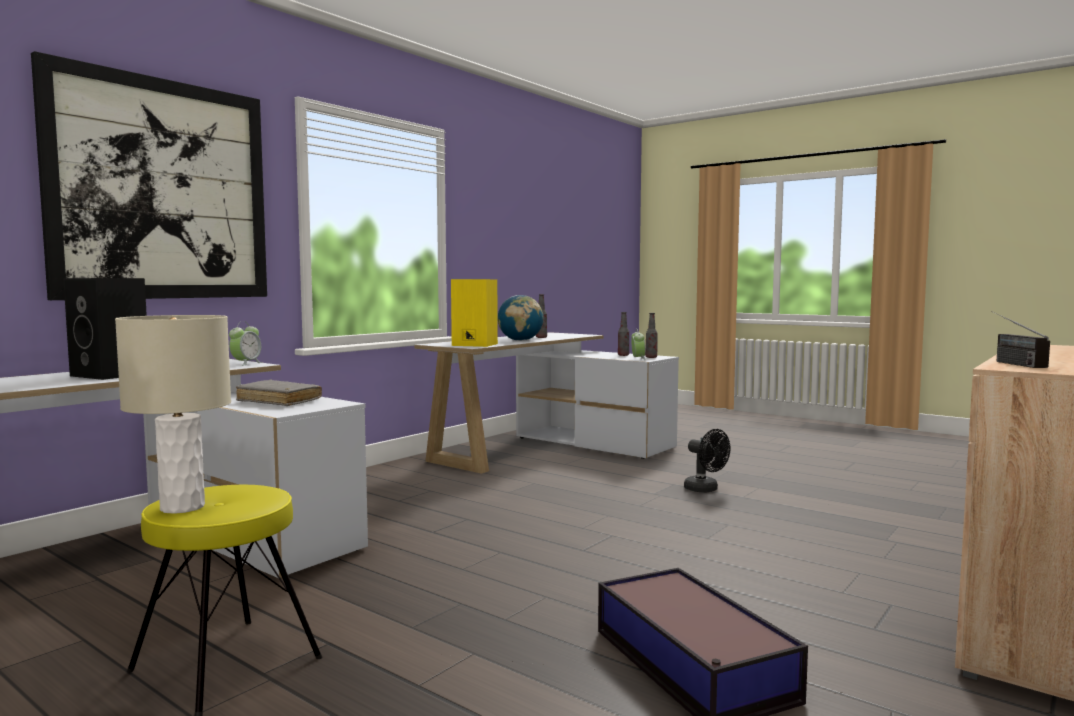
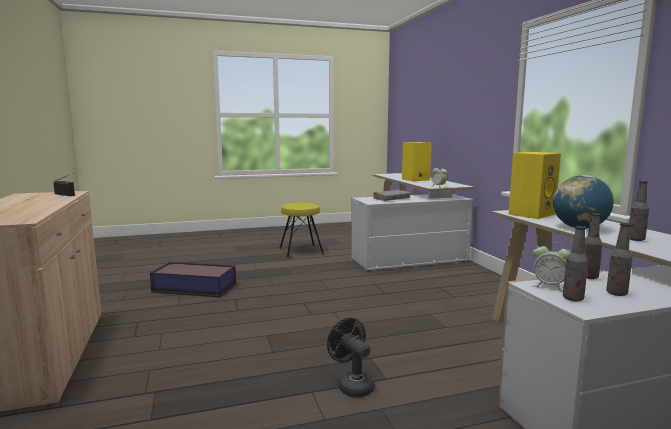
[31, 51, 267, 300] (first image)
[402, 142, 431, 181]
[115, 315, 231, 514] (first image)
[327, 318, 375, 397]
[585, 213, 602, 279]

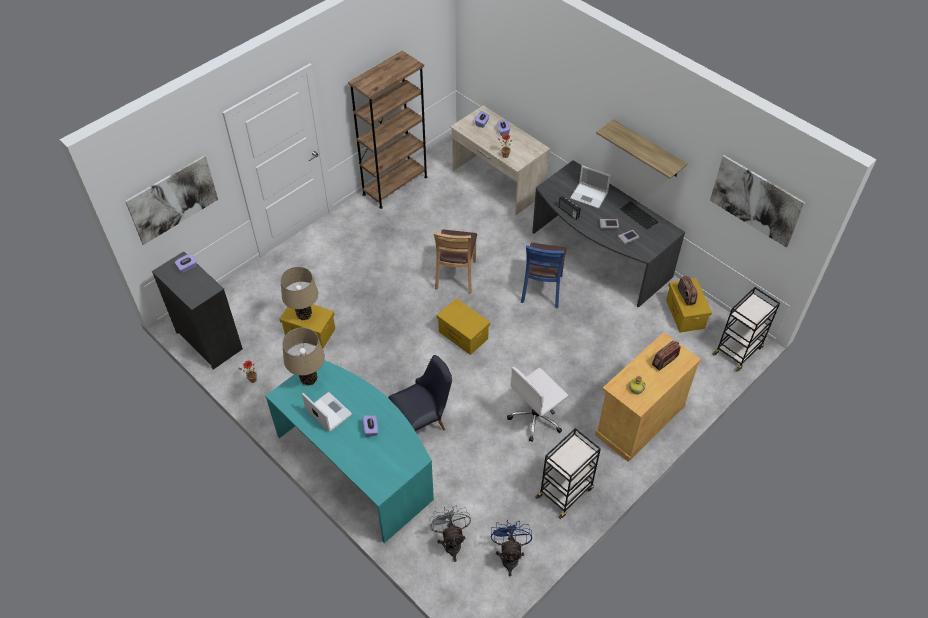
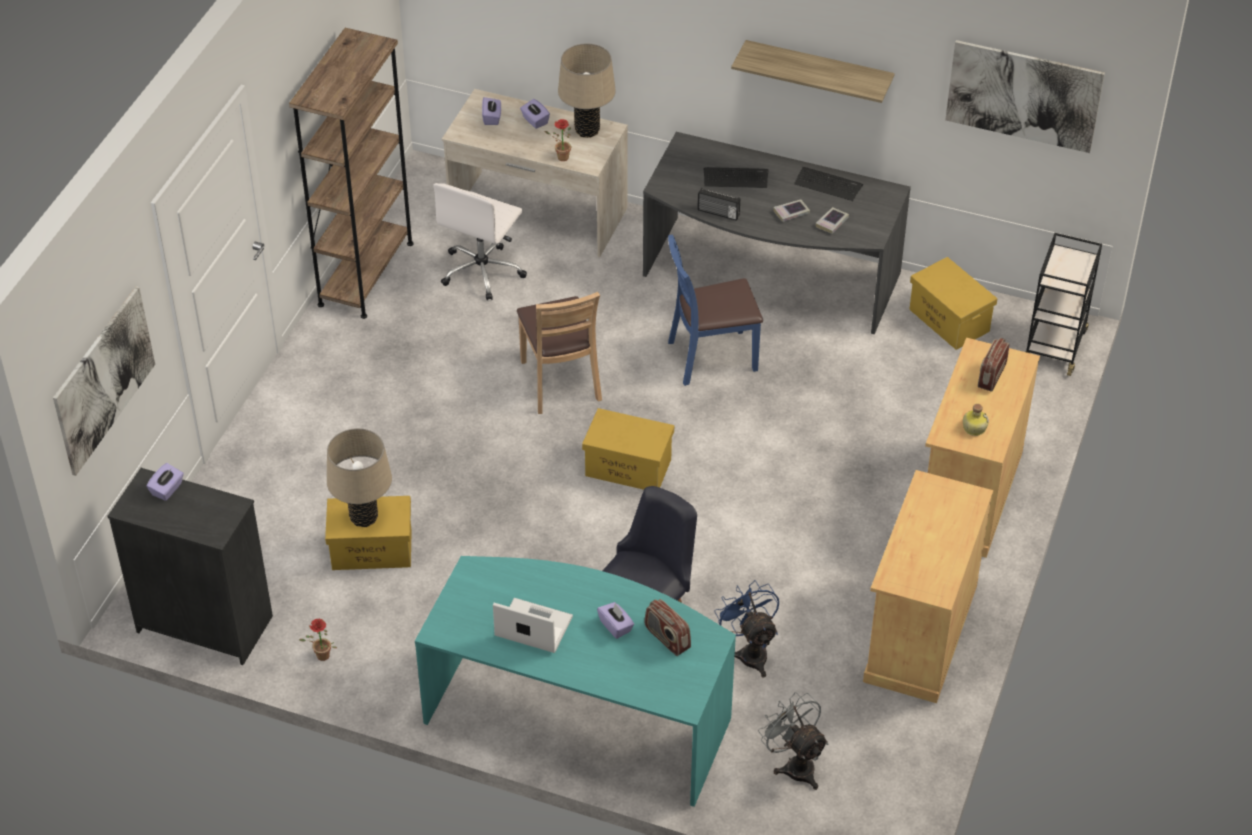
[704, 167, 768, 188]
[668, 234, 763, 386]
[645, 599, 691, 656]
[558, 43, 616, 138]
[433, 183, 527, 300]
[863, 470, 993, 703]
[714, 580, 779, 678]

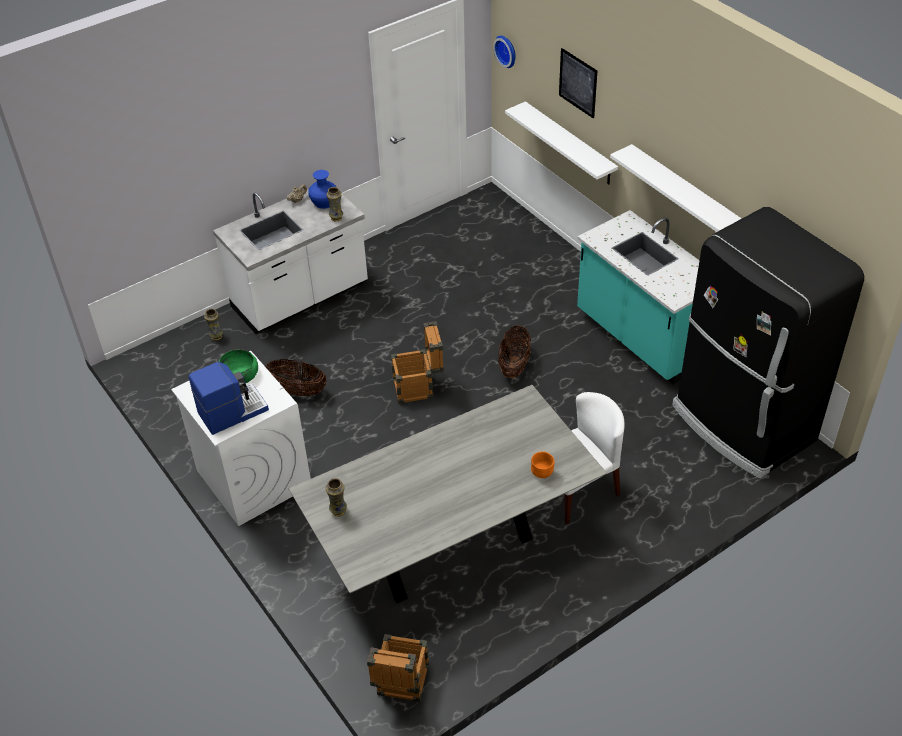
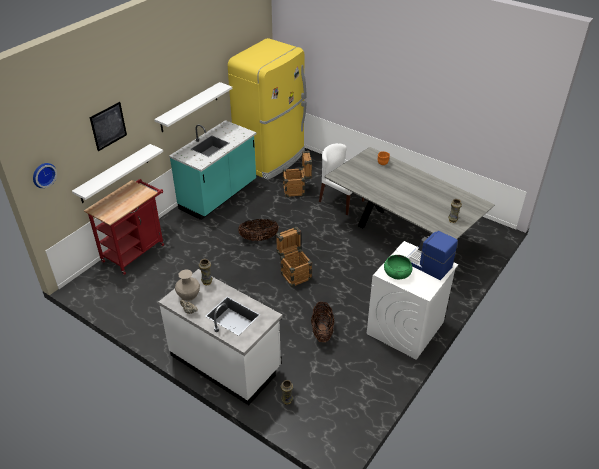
[175, 270, 200, 301]
[228, 38, 307, 180]
[282, 151, 312, 197]
[84, 179, 164, 275]

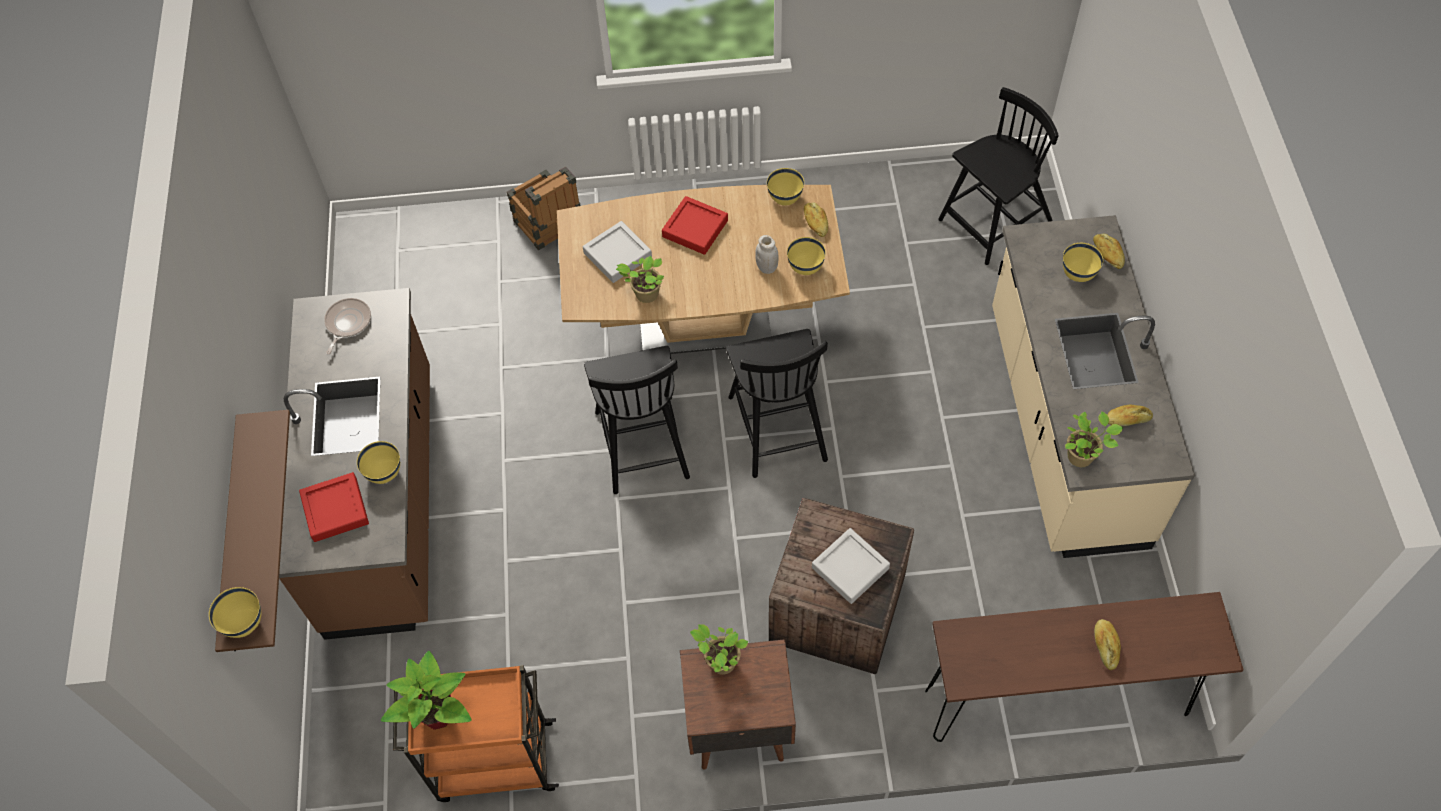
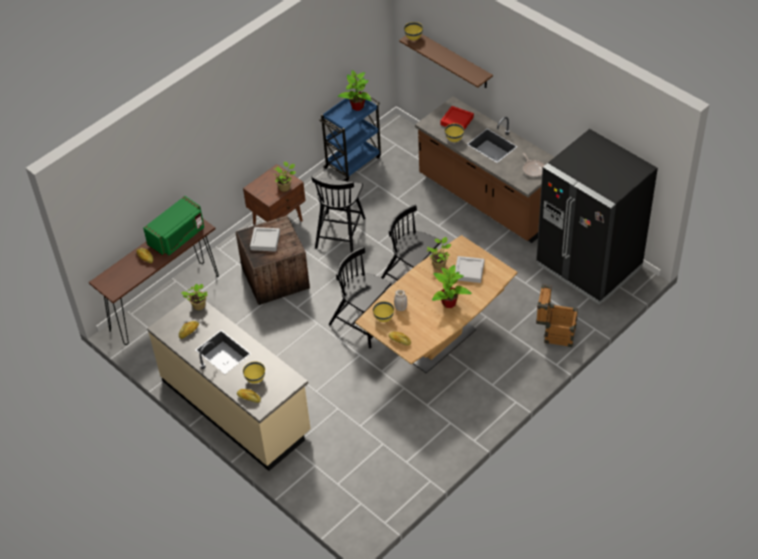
[311, 176, 366, 252]
[767, 168, 804, 206] (first image)
[432, 265, 472, 308]
[319, 90, 381, 181]
[536, 129, 658, 305]
[143, 196, 204, 256]

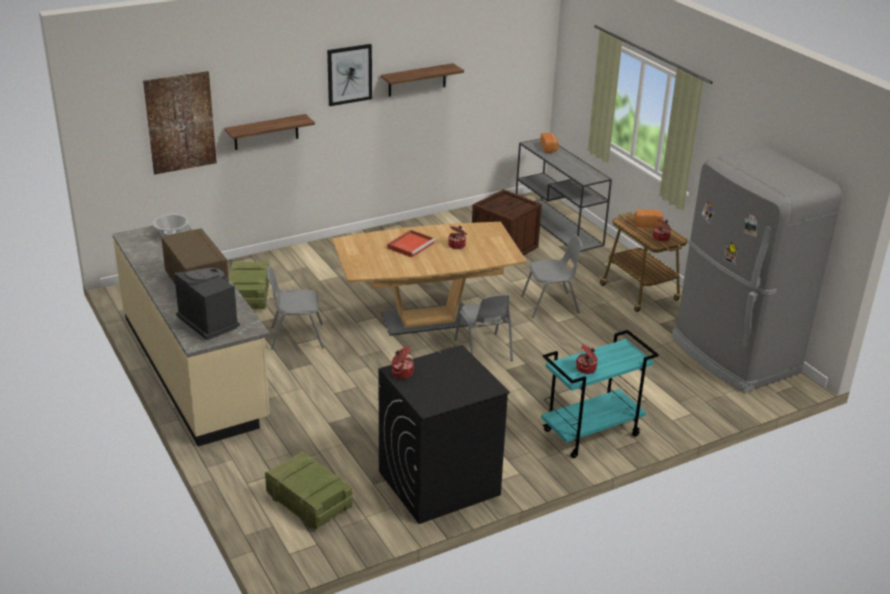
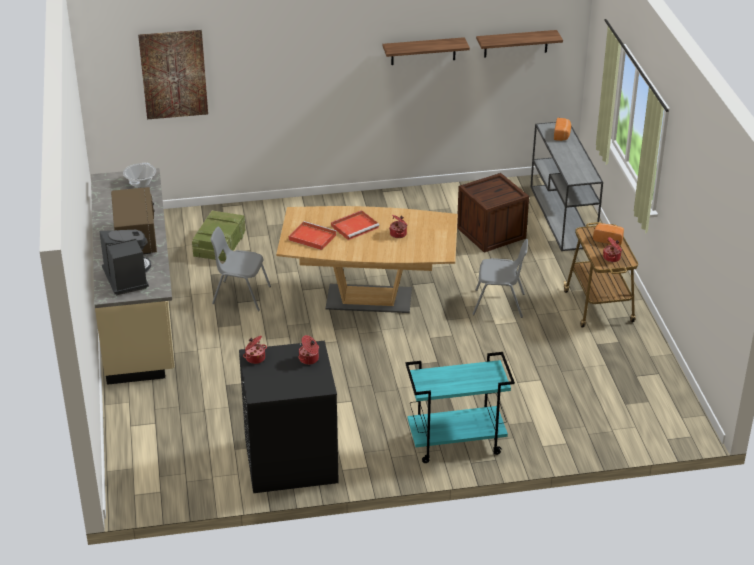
[327, 44, 372, 106] (first image)
[476, 30, 563, 58]
[671, 146, 842, 393] (first image)
[454, 294, 513, 361] (first image)
[298, 335, 319, 365]
[265, 452, 352, 530] (first image)
[289, 221, 337, 250]

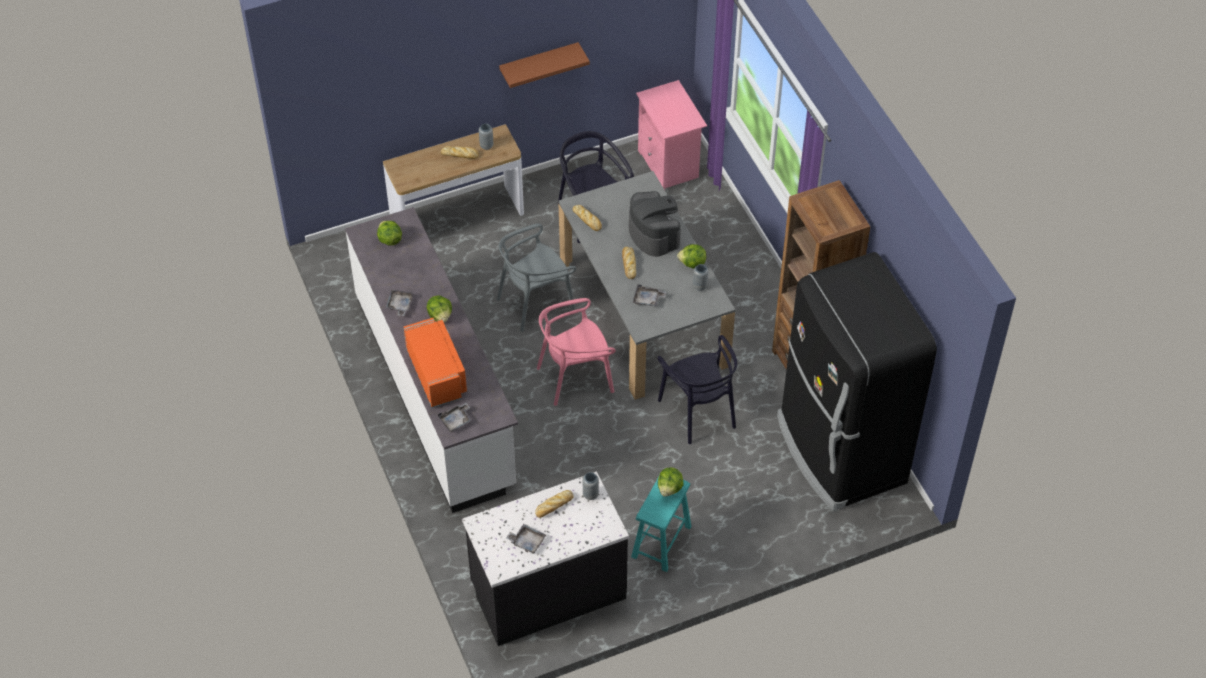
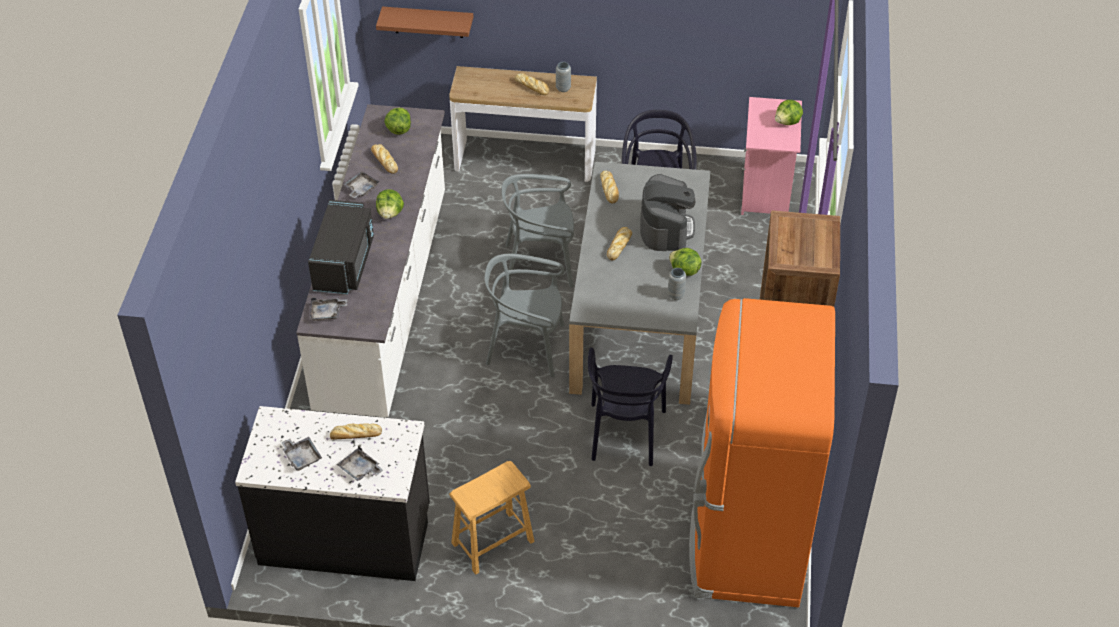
[376, 7, 473, 38]
[689, 298, 835, 607]
[337, 446, 383, 481]
[484, 254, 564, 378]
[308, 200, 374, 294]
[775, 100, 803, 125]
[583, 472, 599, 500] (first image)
[449, 461, 534, 574]
[371, 144, 398, 174]

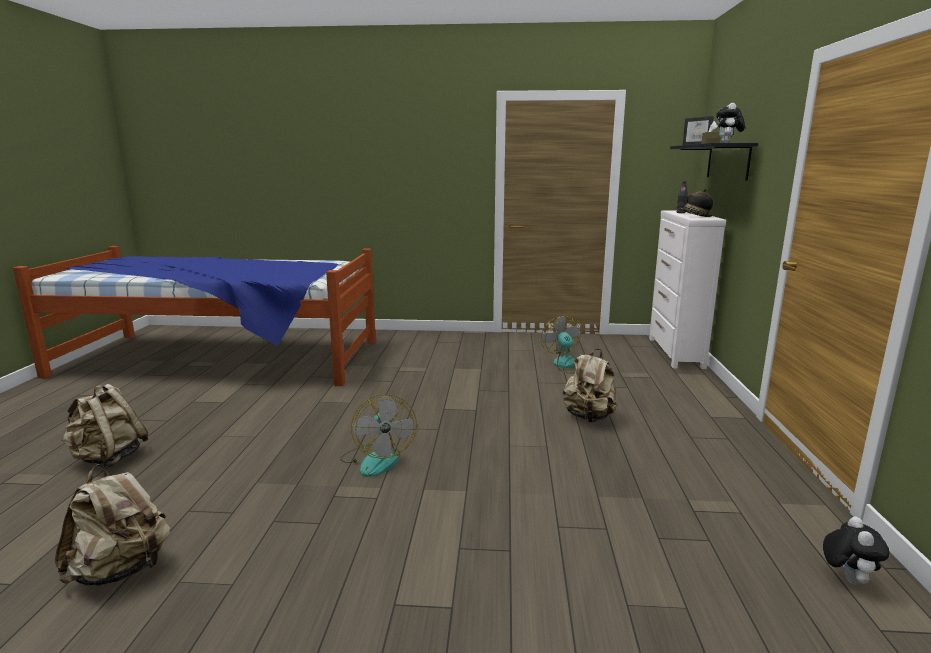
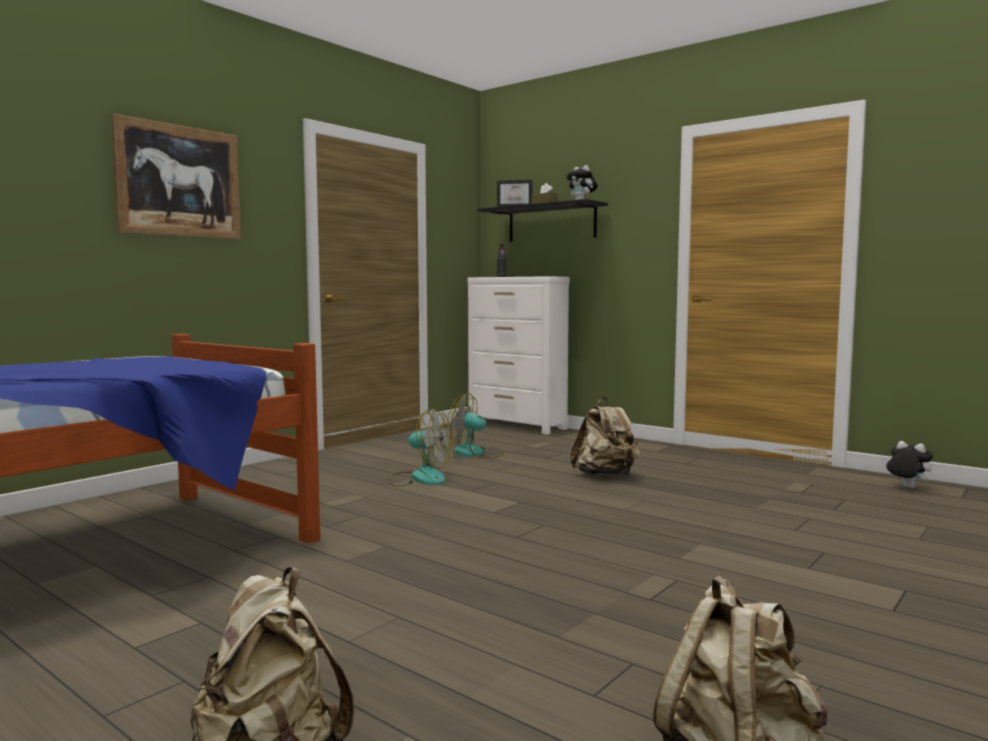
[679, 188, 713, 217] (first image)
[387, 408, 453, 486]
[111, 113, 241, 239]

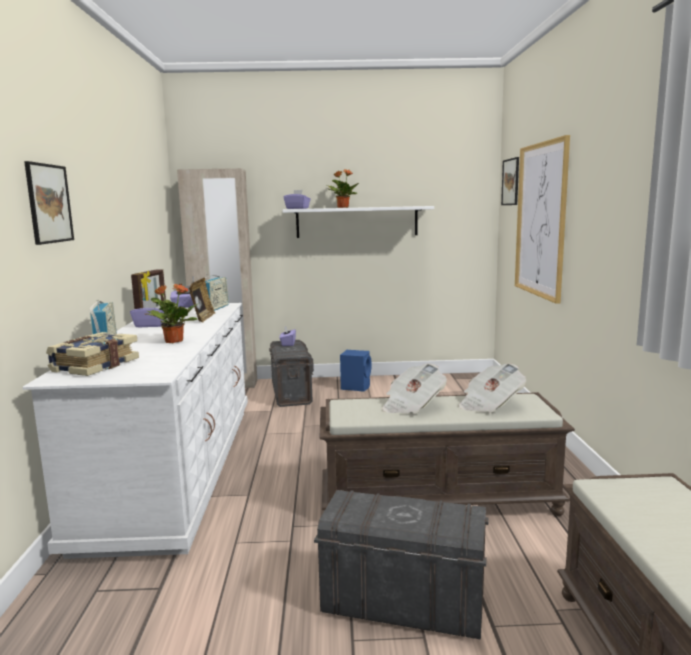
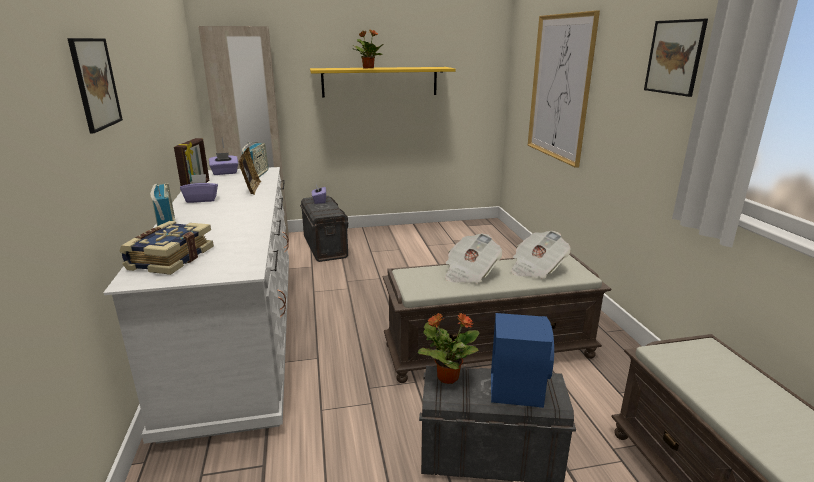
[644, 19, 708, 97]
[284, 190, 311, 209] (first image)
[310, 67, 455, 97]
[418, 313, 480, 384]
[491, 313, 554, 408]

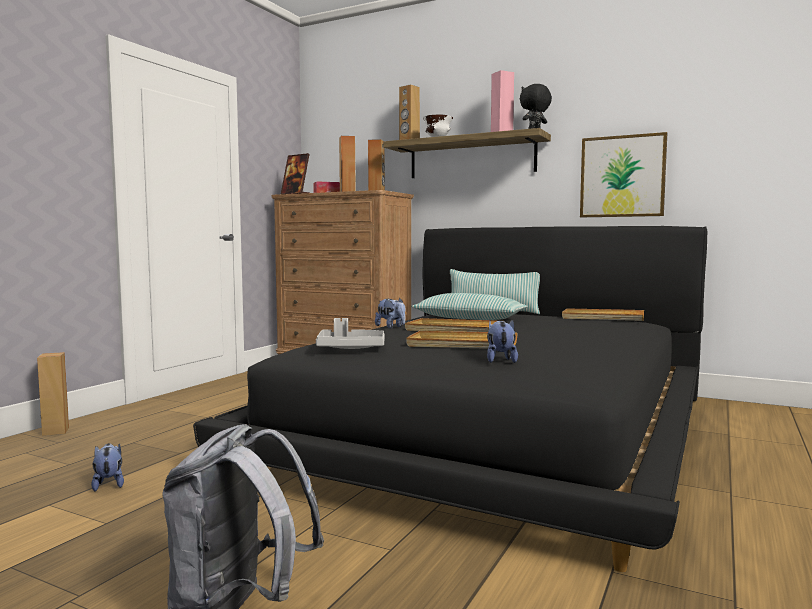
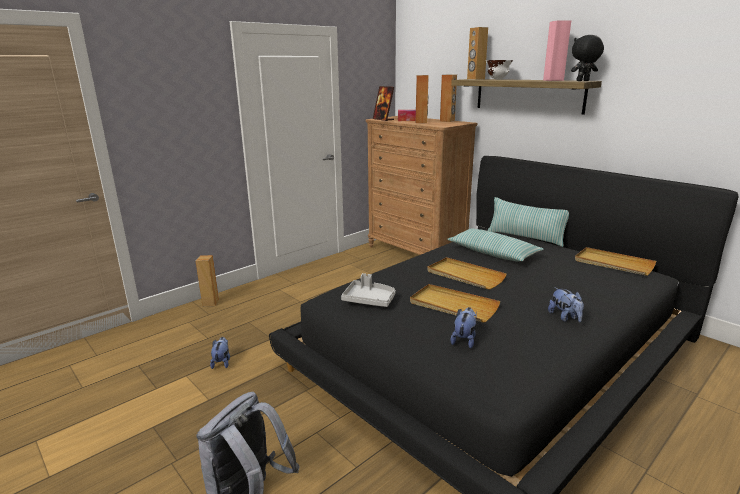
[580, 132, 667, 217] (first image)
[548, 287, 584, 322]

